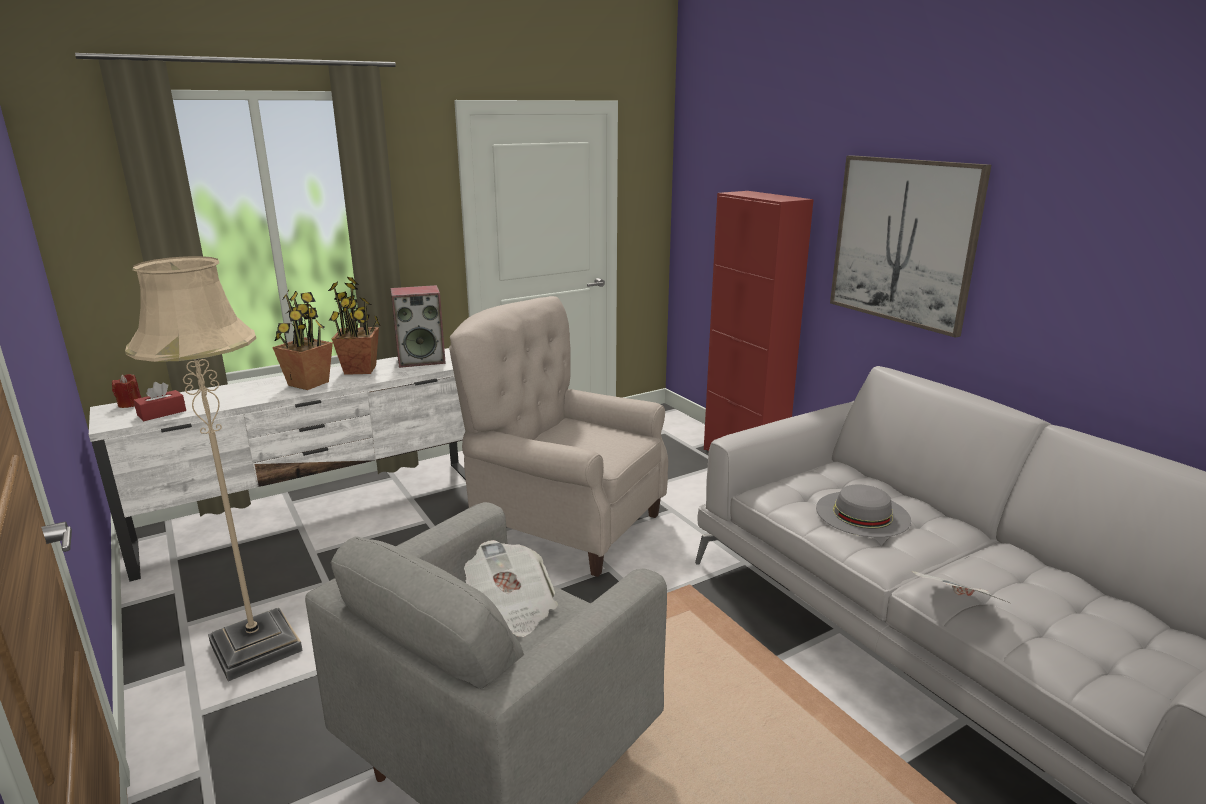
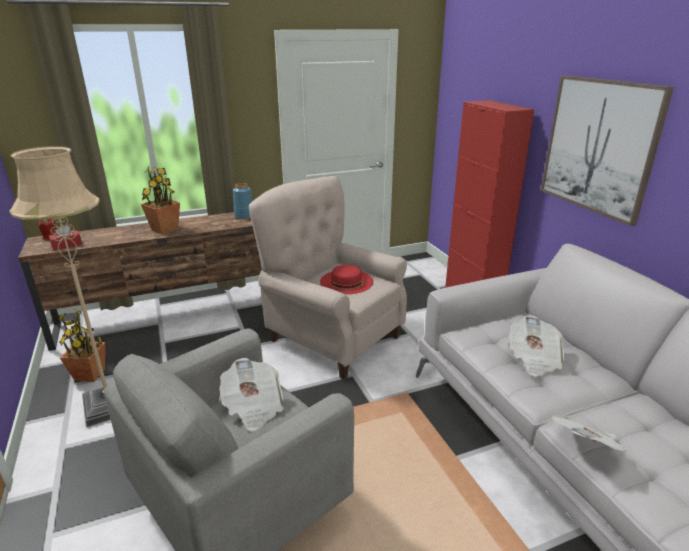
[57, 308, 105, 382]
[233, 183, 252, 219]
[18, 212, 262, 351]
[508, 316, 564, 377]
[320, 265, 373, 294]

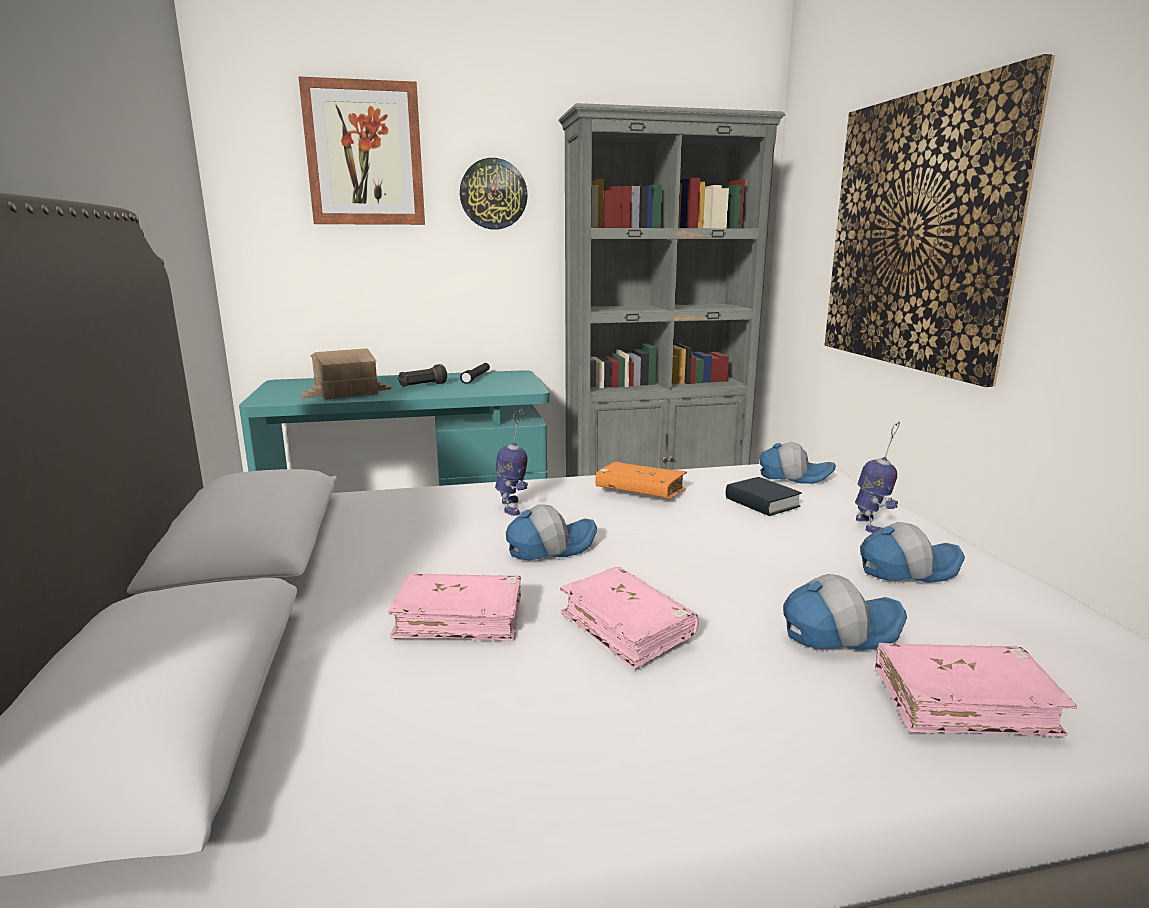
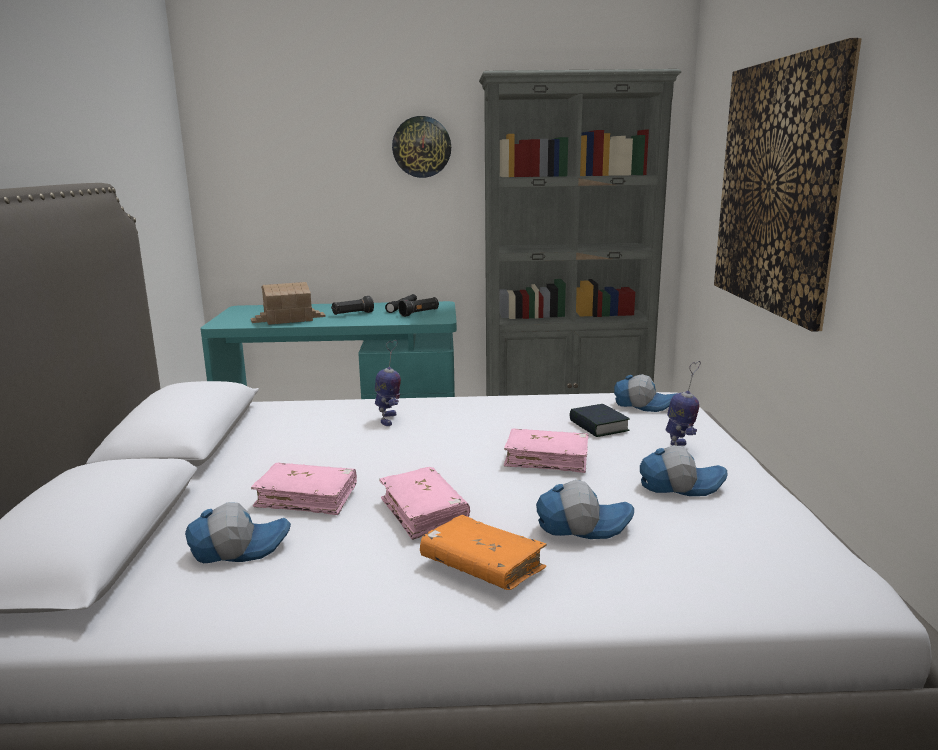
[298, 76, 425, 225] (first image)
[420, 515, 547, 590]
[185, 502, 291, 563]
[504, 428, 589, 473]
[398, 297, 439, 317]

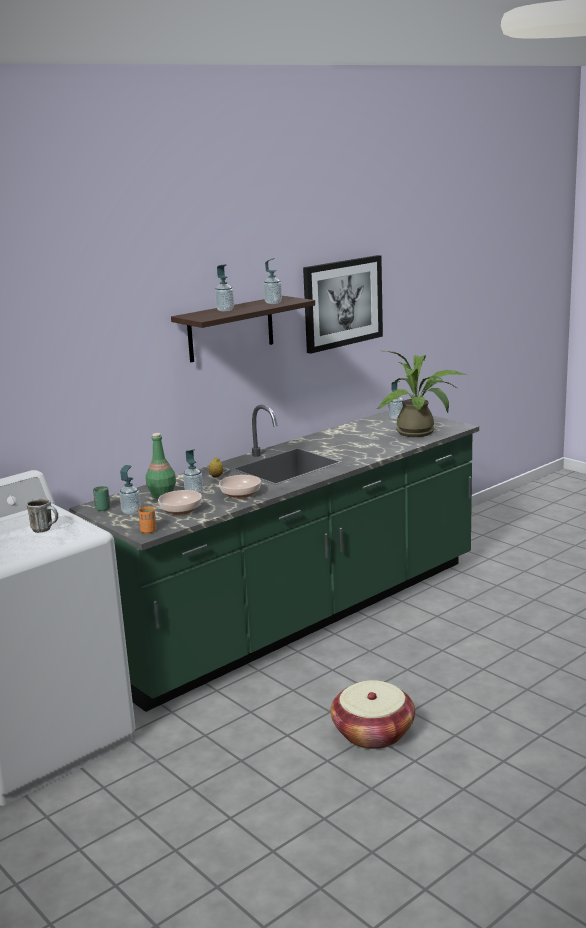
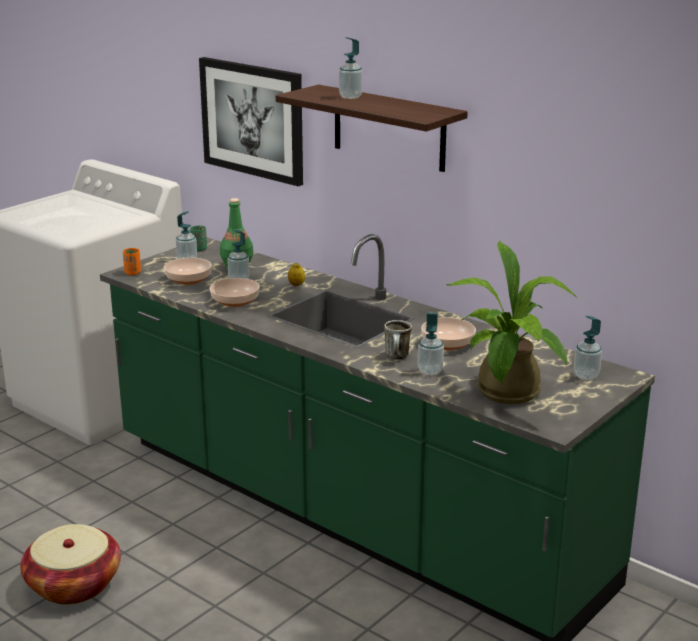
[199, 57, 303, 186]
[418, 313, 444, 375]
[384, 320, 412, 360]
[421, 318, 476, 350]

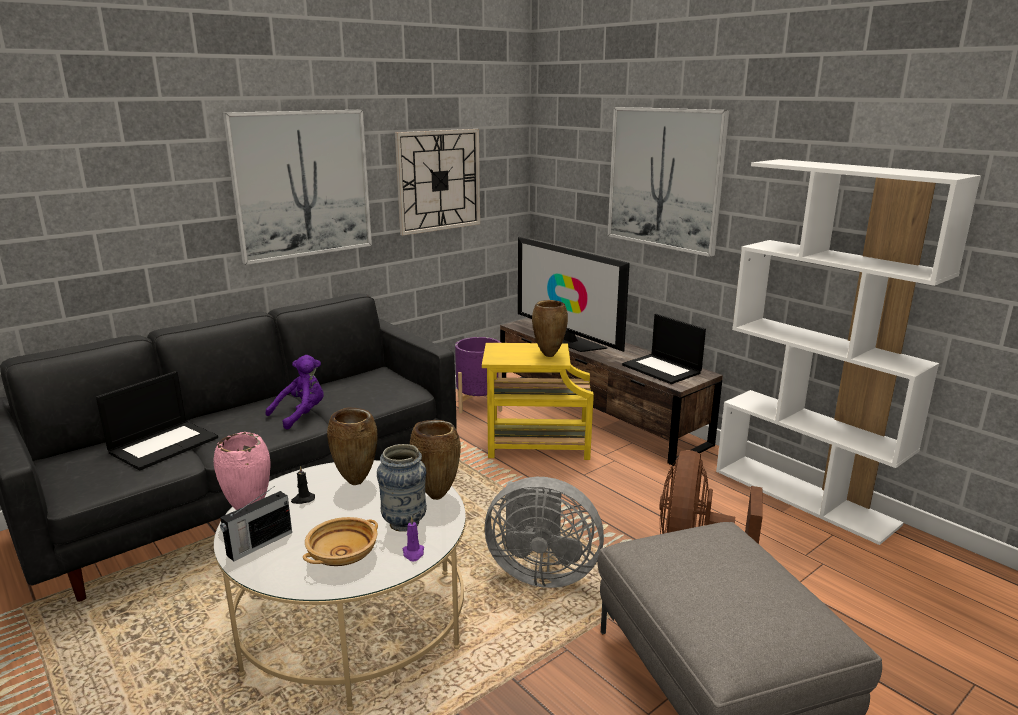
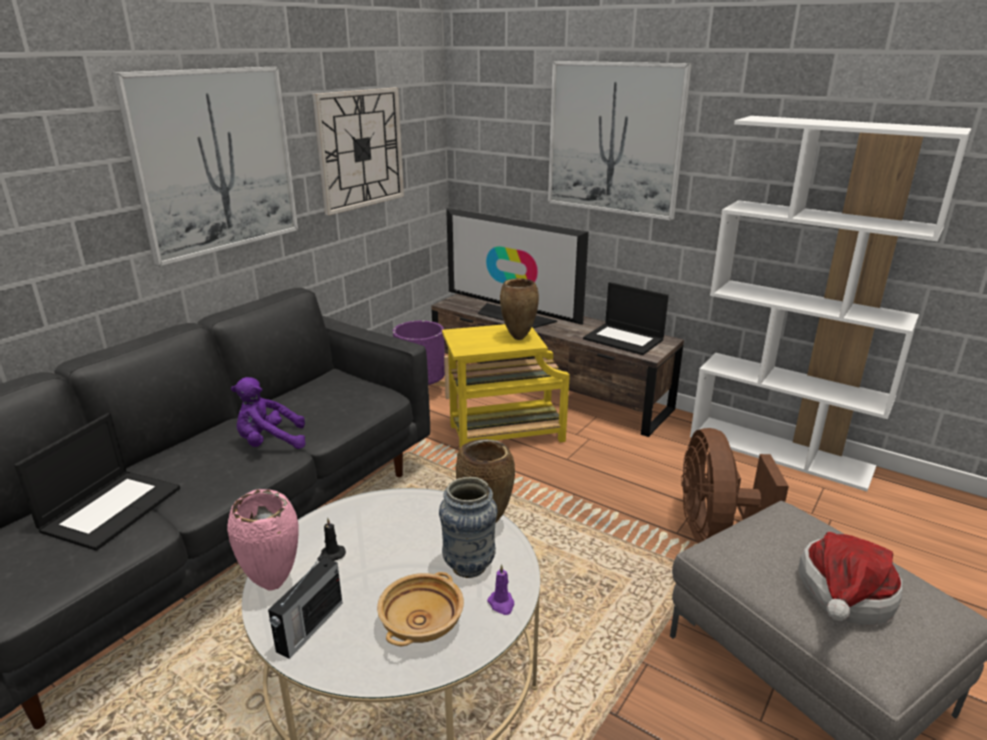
[231, 377, 306, 449]
[327, 408, 378, 485] (first image)
[485, 477, 604, 588] (first image)
[799, 532, 903, 625]

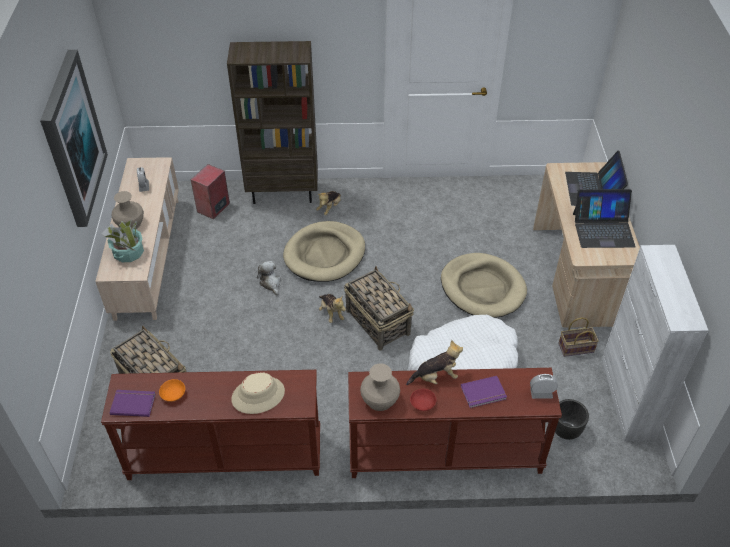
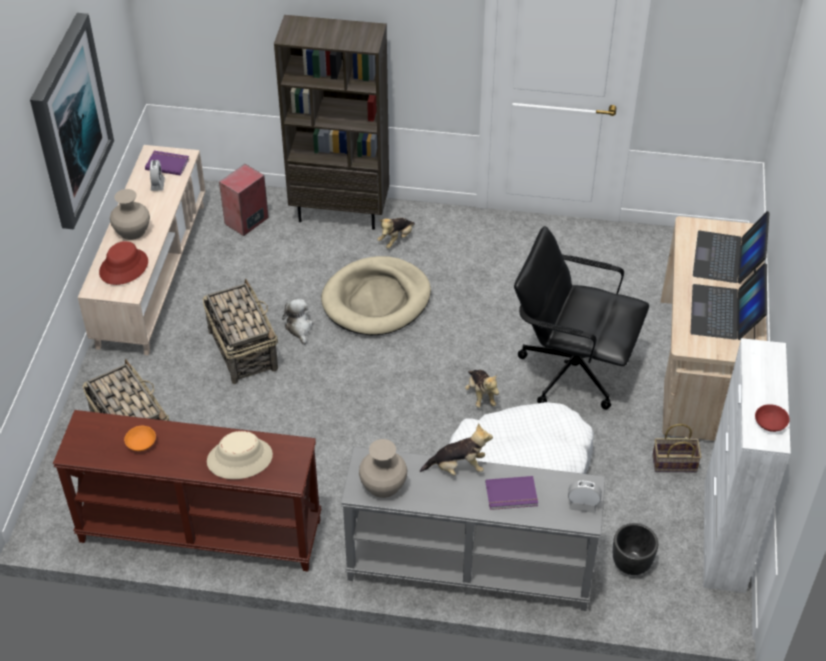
[691, 263, 767, 340]
[99, 241, 148, 285]
[514, 226, 649, 410]
[202, 279, 278, 384]
[465, 370, 499, 408]
[341, 447, 605, 611]
[755, 404, 790, 432]
[145, 151, 189, 176]

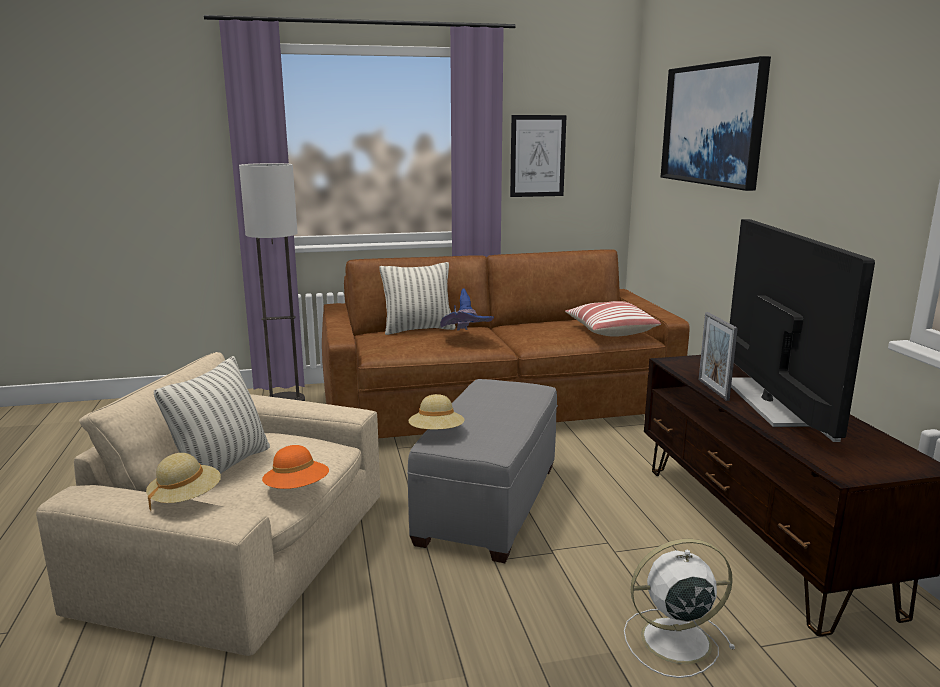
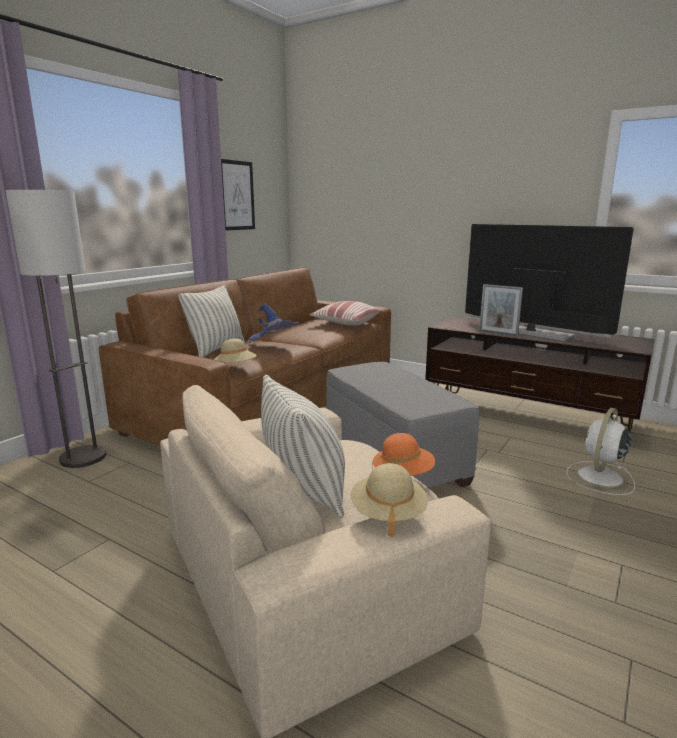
[661, 56, 771, 191] (first image)
[214, 339, 257, 363]

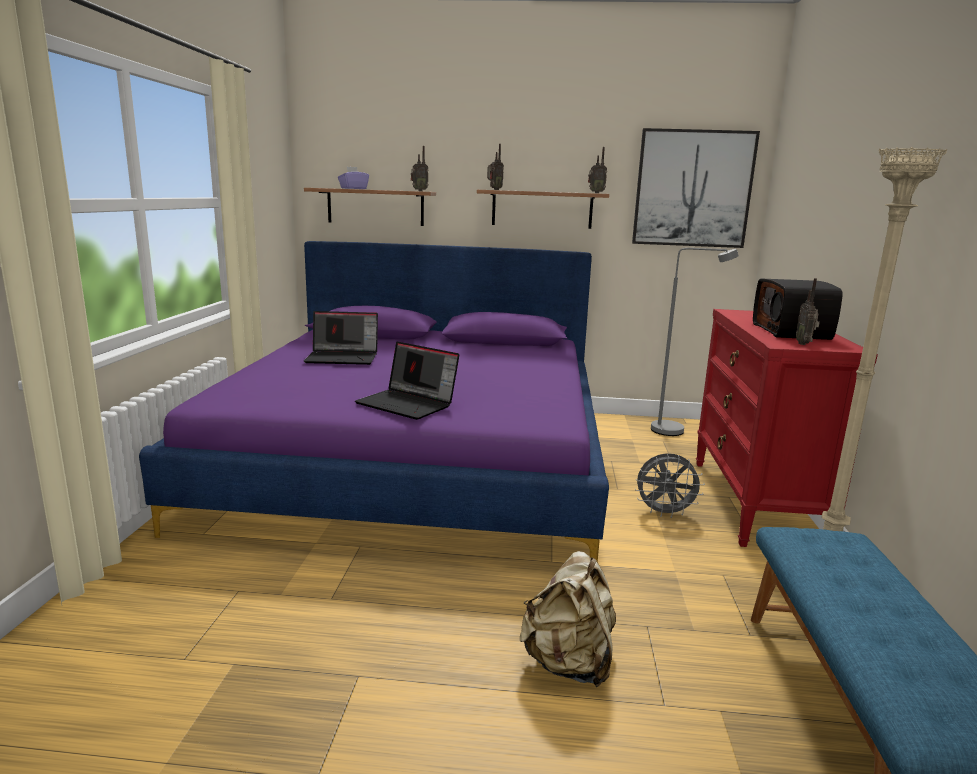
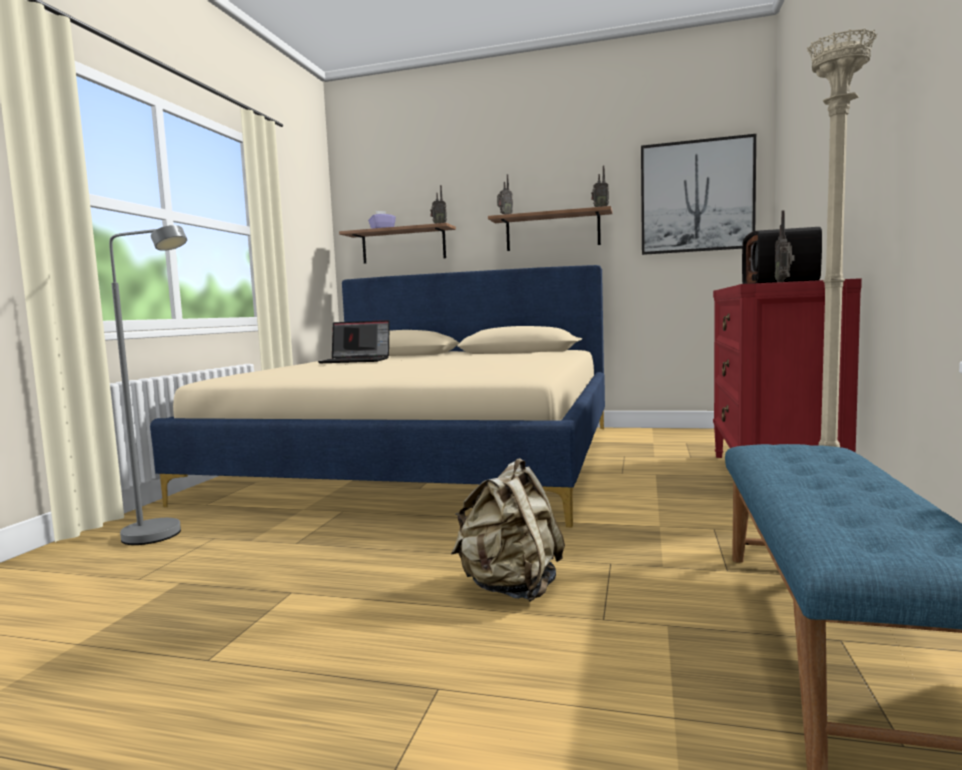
[150, 265, 605, 527]
[109, 225, 187, 545]
[355, 342, 459, 420] (first image)
[635, 453, 705, 518] (first image)

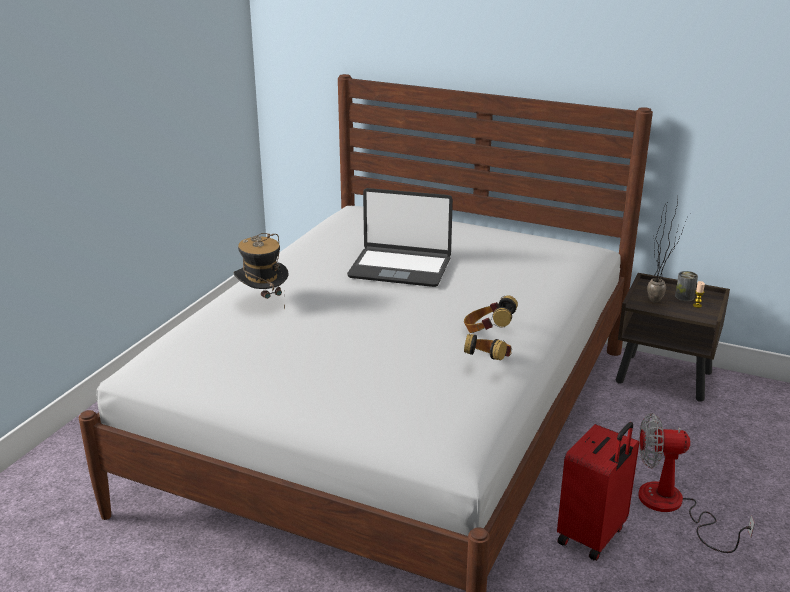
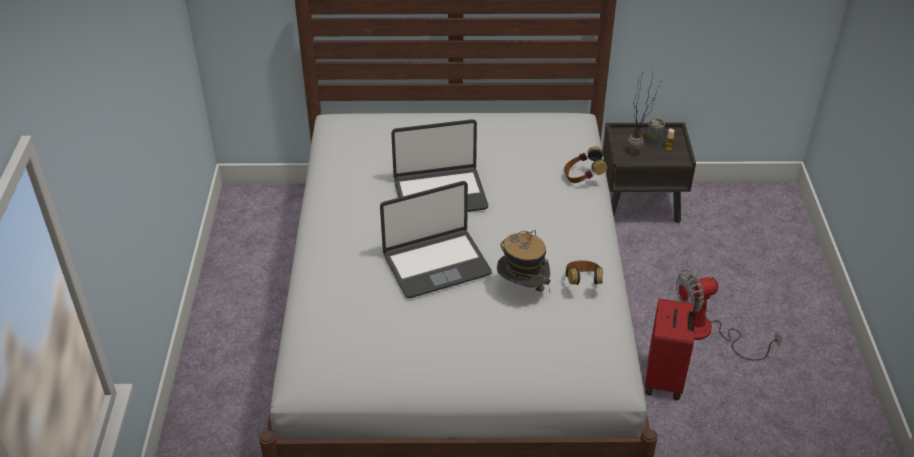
[497, 230, 551, 292]
[564, 146, 607, 183]
[380, 181, 492, 298]

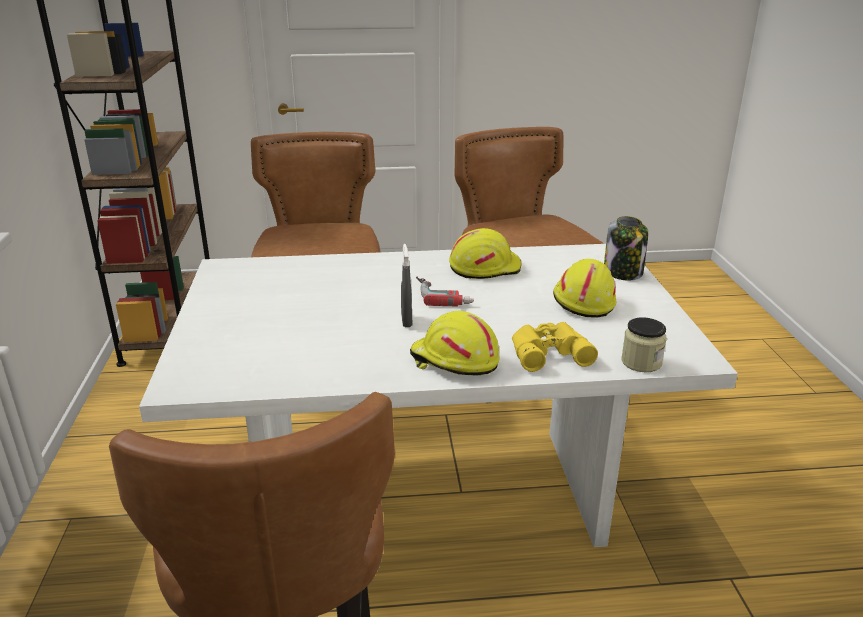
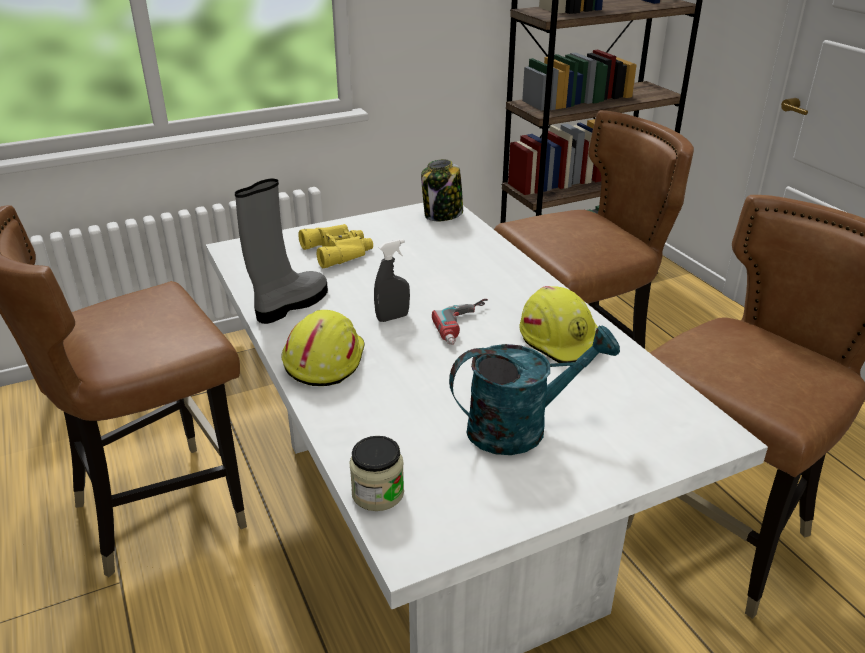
[421, 159, 463, 221]
[449, 325, 620, 455]
[298, 224, 373, 268]
[235, 178, 328, 324]

